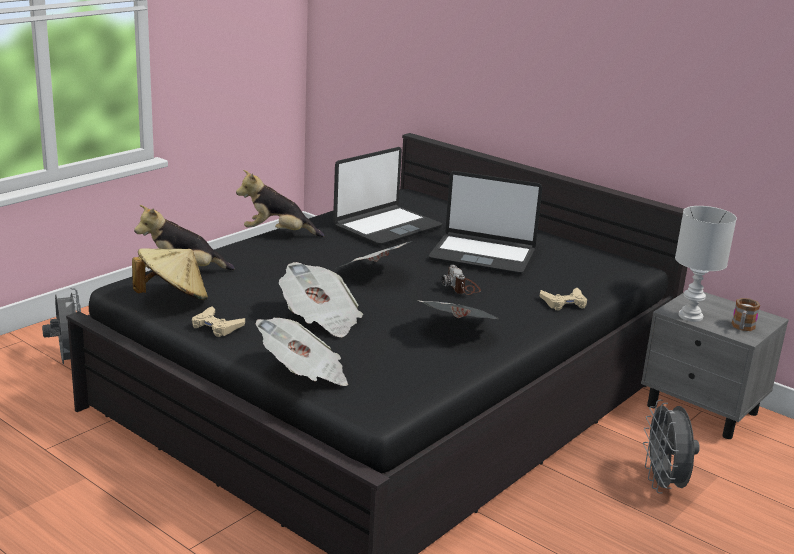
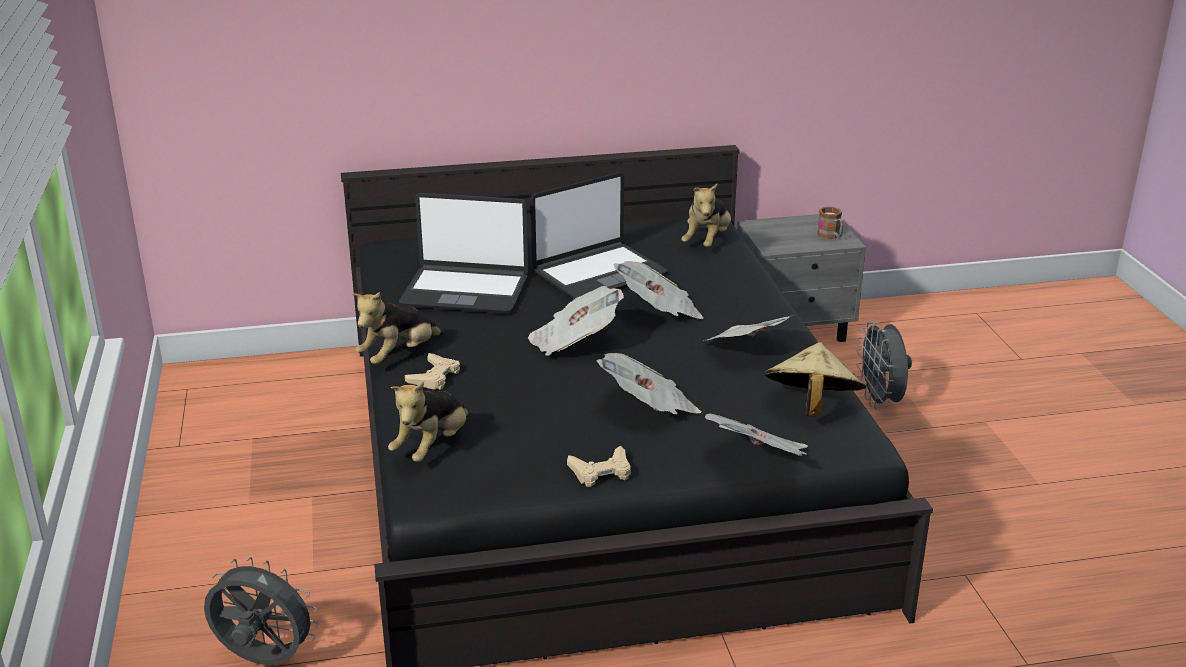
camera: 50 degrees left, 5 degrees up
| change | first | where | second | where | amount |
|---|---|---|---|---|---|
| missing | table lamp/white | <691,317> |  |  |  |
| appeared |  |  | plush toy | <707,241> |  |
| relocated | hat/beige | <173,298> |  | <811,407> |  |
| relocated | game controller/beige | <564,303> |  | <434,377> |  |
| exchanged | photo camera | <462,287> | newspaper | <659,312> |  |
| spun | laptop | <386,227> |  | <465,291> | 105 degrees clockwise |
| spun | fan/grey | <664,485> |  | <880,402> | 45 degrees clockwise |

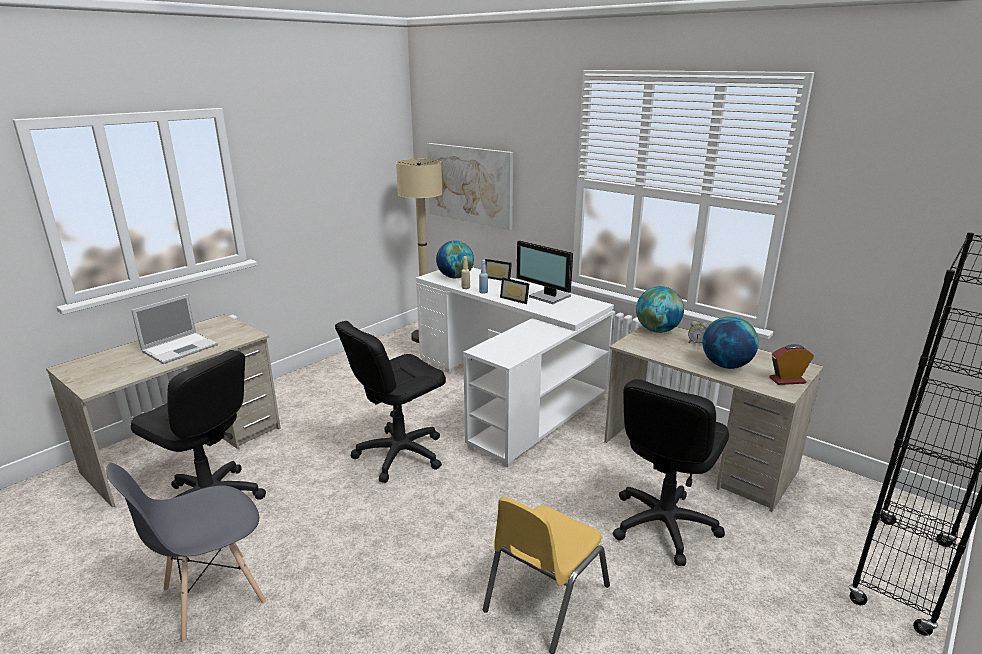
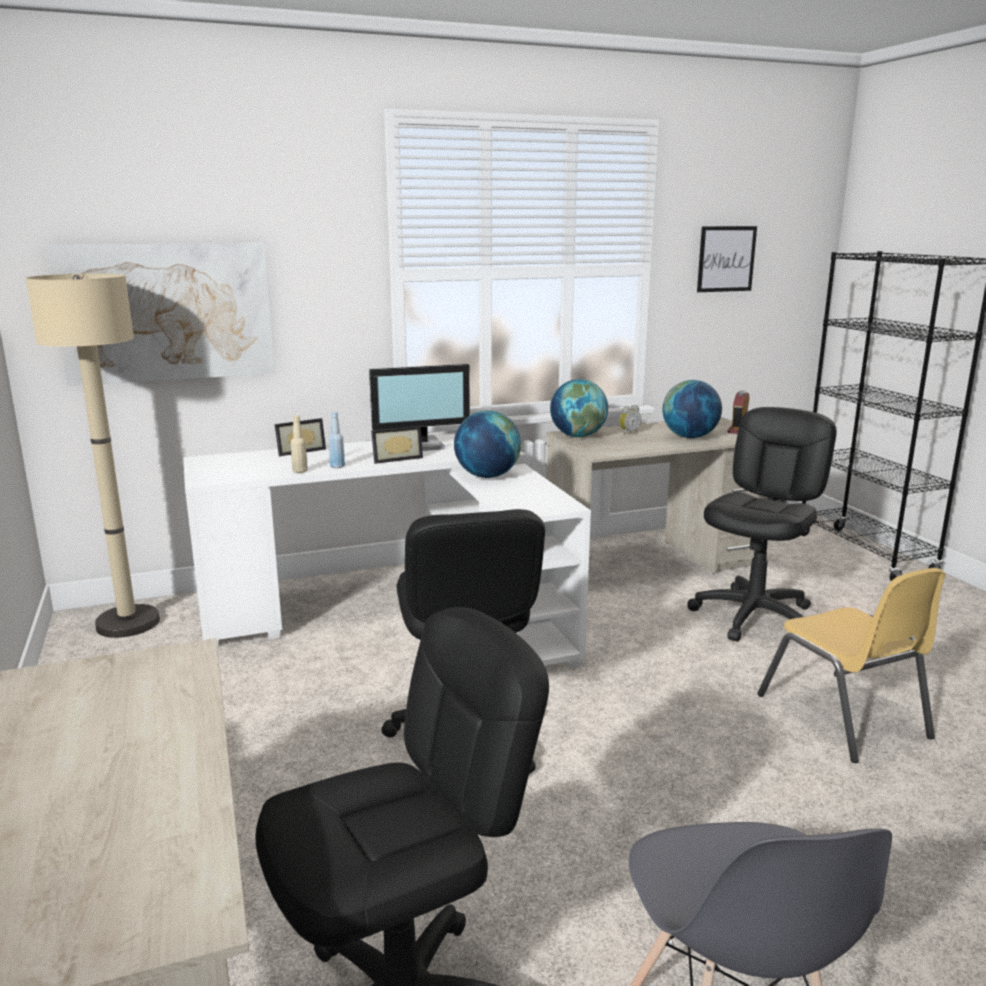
camera: 60 degrees left, 5 degrees down
| change | first | where | second | where | amount |
|---|---|---|---|---|---|
| missing | laptop | <181,348> |  |  |  |
| appeared |  |  | picture | <726,259> |  |
| relocated | globe | <455,277> |  | <487,476> |  |
| spun | office chair/black | <663,525> |  | <754,616> | 120 degrees counterclockwise |

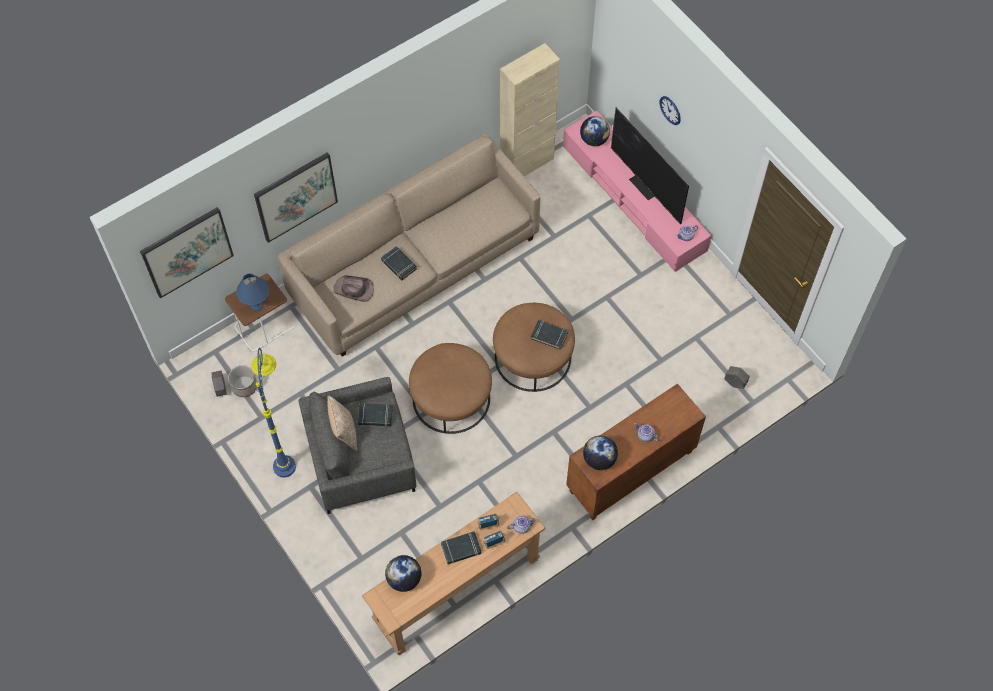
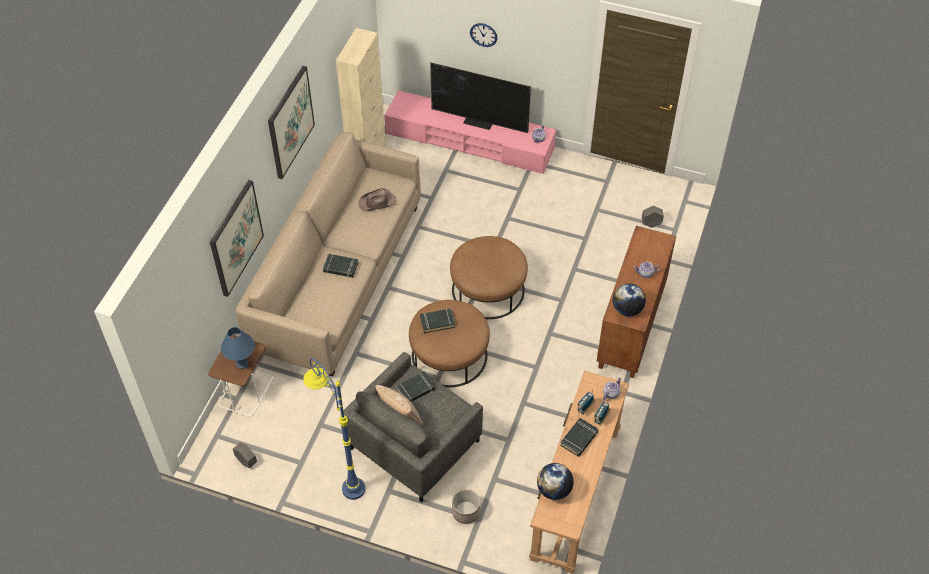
camera: 35 degrees left, 10 degrees down
| change | first | where | second | where | amount |
|---|---|---|---|---|---|
| missing | globe | <594,139> |  |  |  |
| relocated | picture | <187,251> |  | <290,122> |  |
| relocated | planter | <244,386> |  | <466,512> |  |
| relocated | hat/brown | <354,290> |  | <377,202> |  |
| relocated | book/black | <549,335> |  | <437,322> |  |

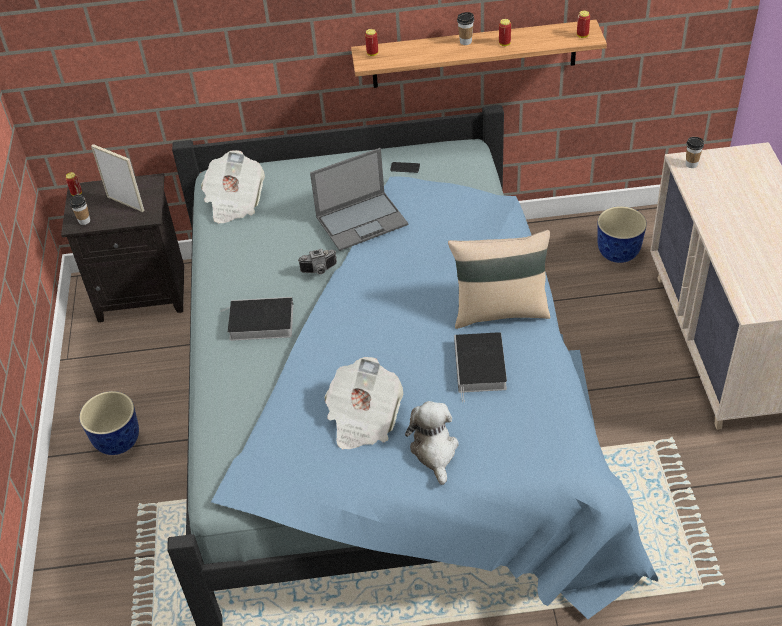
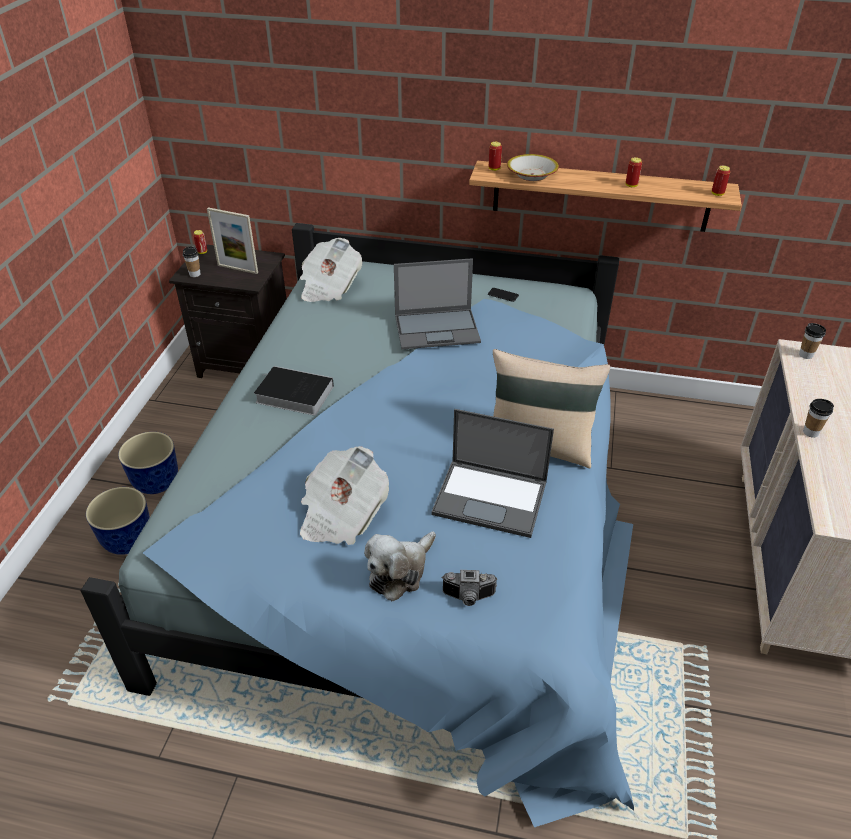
camera: 15 degrees right, 5 degrees down
| change | first | where | second | where | amount |
|---|---|---|---|---|---|
| appeared |  |  | bowl | <531,175> |  |
| relocated | photo camera | <319,270> |  | <468,598> |  |
| relocated | cup | <465,42> |  | <810,432> |  |
| relocated | planter | <618,253> |  | <128,542> |  |
| exchanged | book | <480,367> | laptop | <491,498> |  |
| spun | picture frame | <125,203> |  | <237,269> | 150 degrees clockwise |
| spun | plush toy | <434,451> |  | <400,571> | 150 degrees counterclockwise |

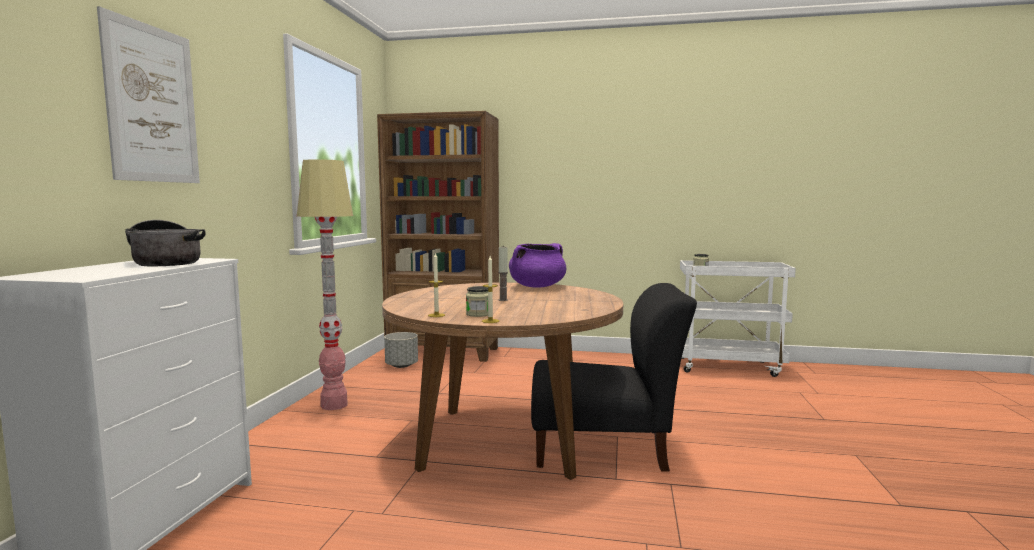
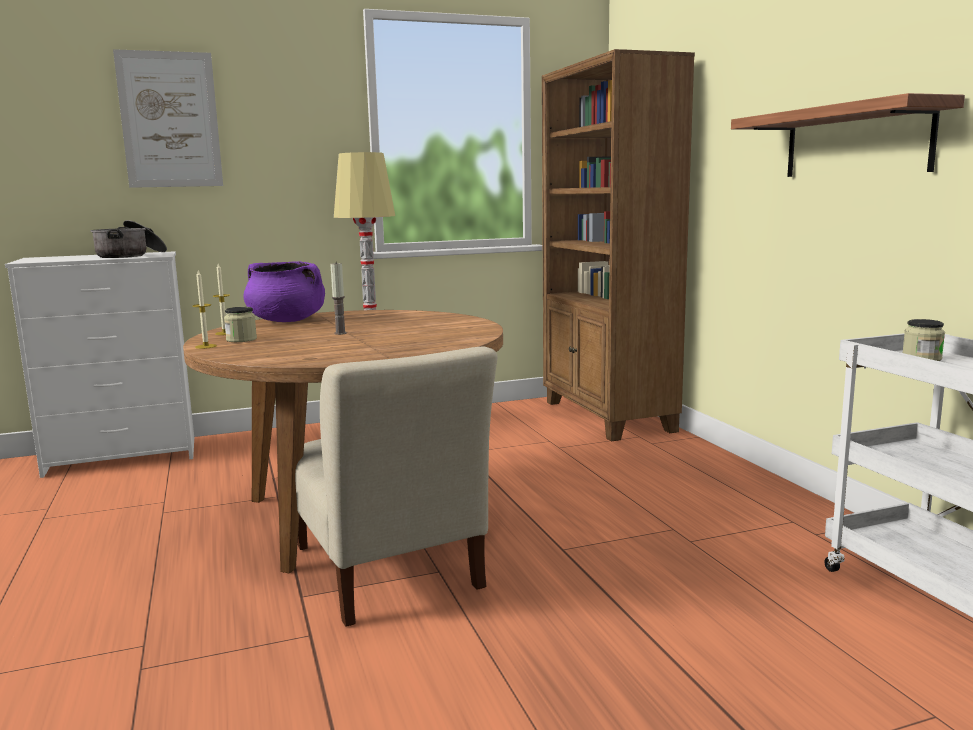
camera: 60 degrees right, 5 degrees up
| change | first | where | second | where | amount |
|---|---|---|---|---|---|
| missing | planter/grey | <401,365> |  |  |  |
| appeared |  |  | shelf | <855,142> |  |
| relocated | cooking pot/purple | <537,286> |  | <287,321> |  |
| colour | chair/black | <605,448> | chair/beige | <388,572> |  |

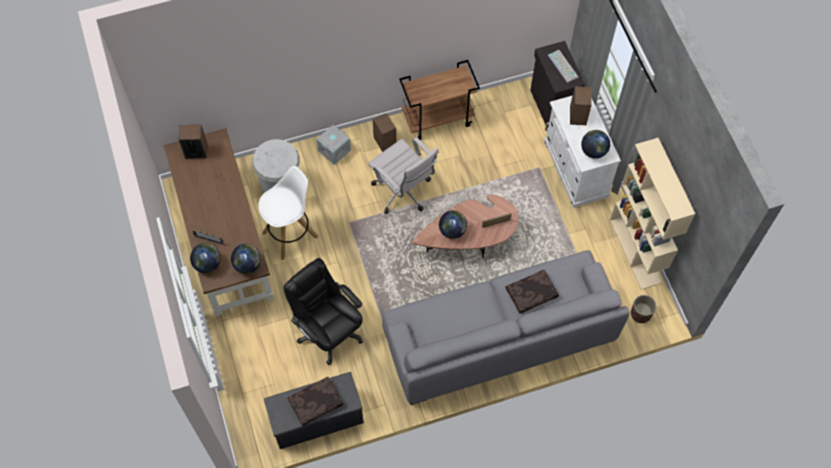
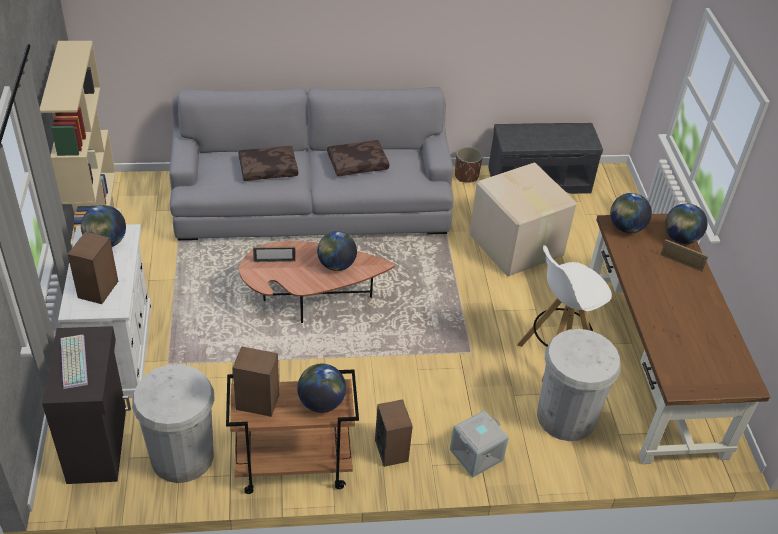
camera: 170 degrees left, 20 degrees down
| change | first | where | second | where | amount |
|---|---|---|---|---|---|
| missing | office chair/white | <403,192> |  |  |  |
| appeared |  |  | trash can/white | <182,456> |  |
| appeared |  |  | globe | <321,402> |  |
| relocated | speaker | <196,151> |  | <257,402> |  |
| relocated | pillow/brown | <315,404> |  | <358,163> |  |
| relocated | planter/brown | <640,314> |  | <466,176> |  |
| exchanged | office chair/black | <328,330> | cardboard box | <515,246> |  |

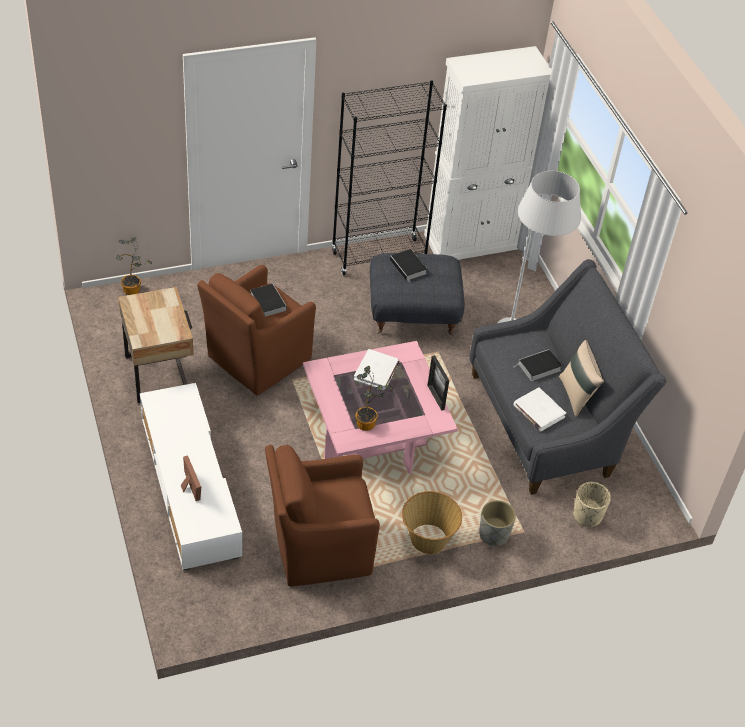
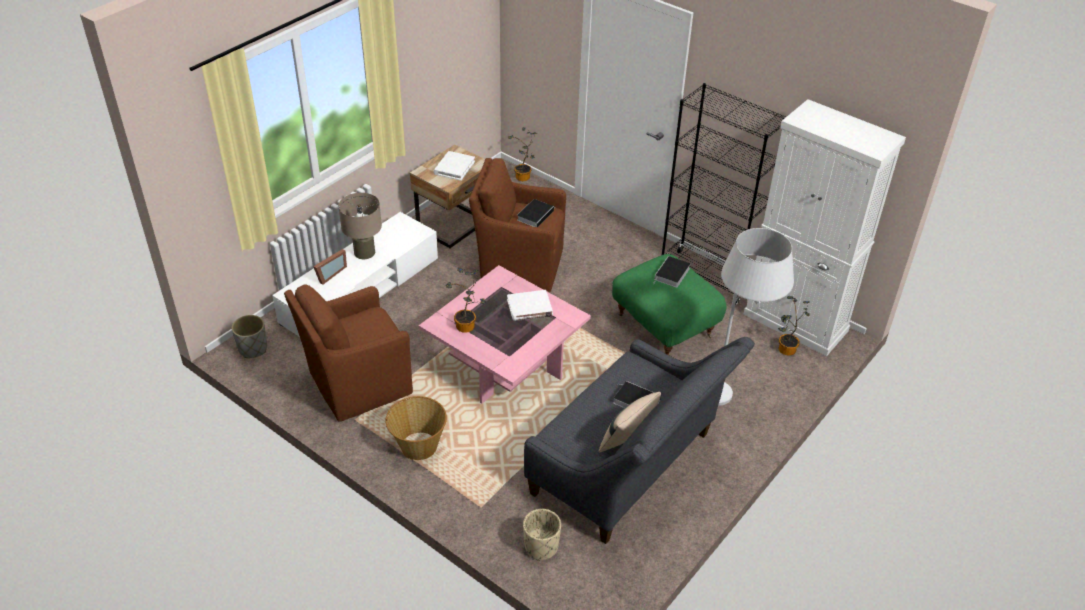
camera: 60 degrees right, 5 degrees down
| change | first | where | second | where | amount |
|---|---|---|---|---|---|
| missing | picture frame | <435,397> |  |  |  |
| appeared |  |  | table lamp/beige | <364,252> |  |
| appeared |  |  | potted plant | <785,350> |  |
| relocated | planter/grey | <494,534> |  | <253,349> |  |
| relocated | book/white | <538,411> |  | <454,167> |  |
| colour | ottoman/grey | <413,313> | ottoman/green | <665,325> |  |
| spun | armchair/brown | <318,547> |  | <357,384> | 75 degrees counterclockwise |

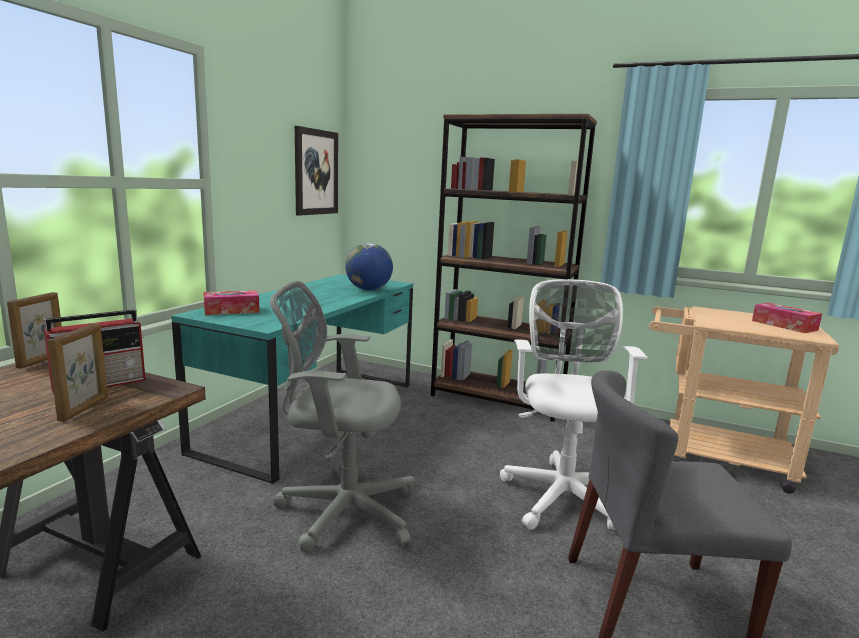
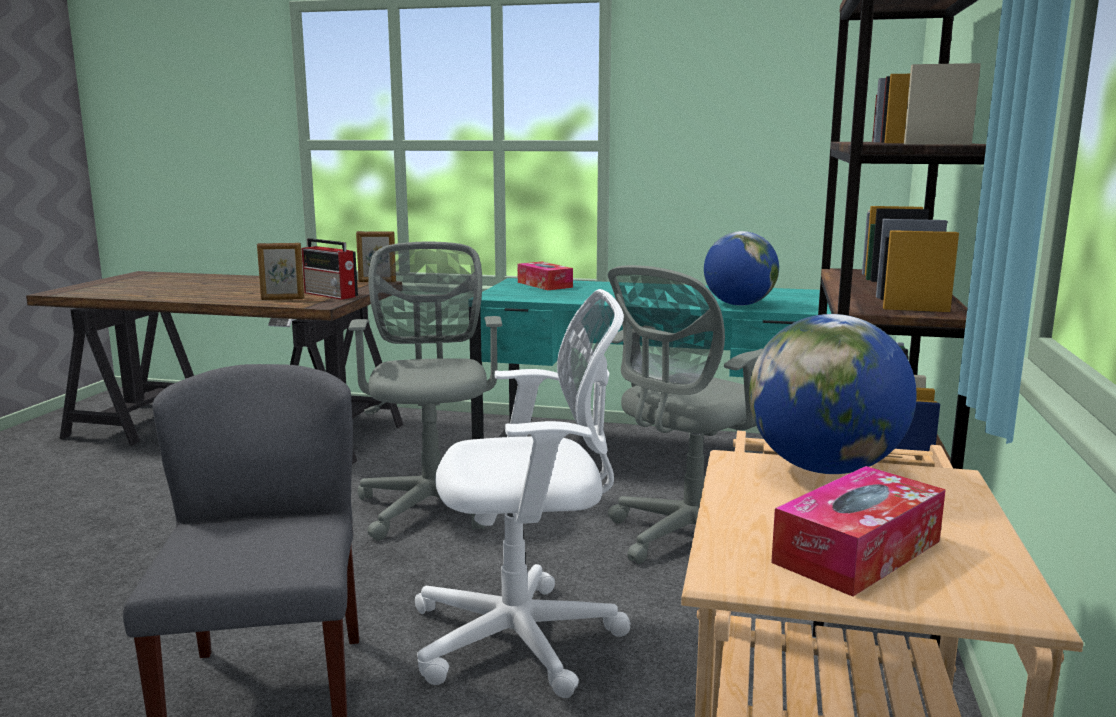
camera: 80 degrees right, 0 degrees up
| change | first | where | second | where | amount |
|---|---|---|---|---|---|
| missing | picture | <316,172> |  |  |  |
| appeared |  |  | office chair/grey | <687,537> |  |
| appeared |  |  | globe | <824,468> |  |

